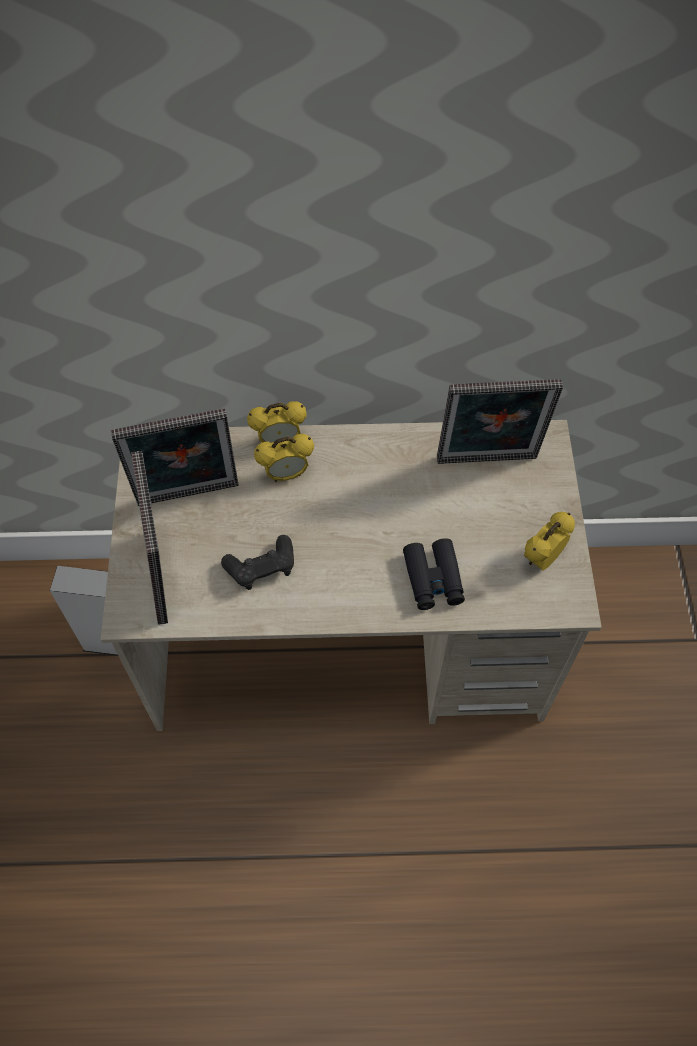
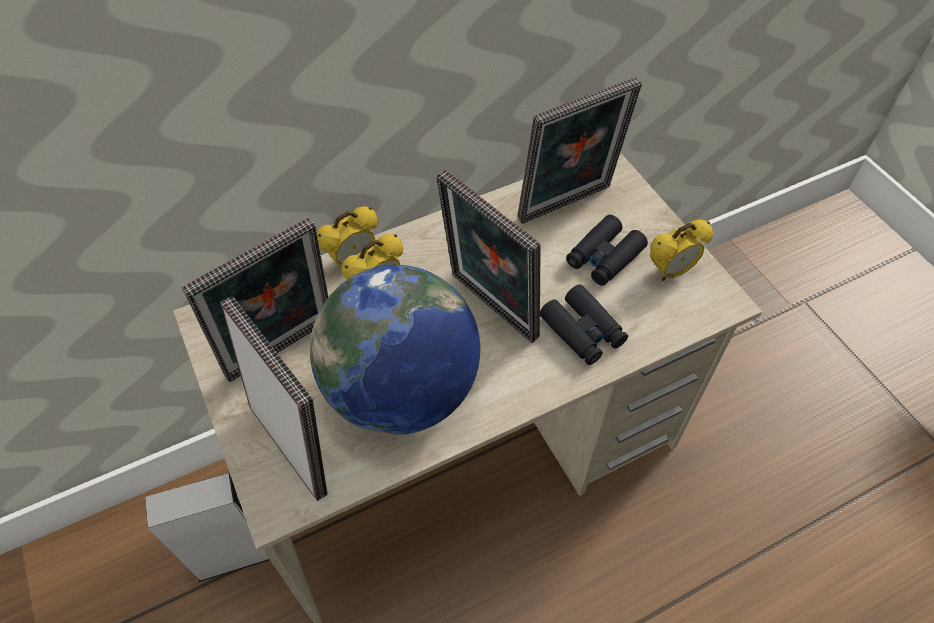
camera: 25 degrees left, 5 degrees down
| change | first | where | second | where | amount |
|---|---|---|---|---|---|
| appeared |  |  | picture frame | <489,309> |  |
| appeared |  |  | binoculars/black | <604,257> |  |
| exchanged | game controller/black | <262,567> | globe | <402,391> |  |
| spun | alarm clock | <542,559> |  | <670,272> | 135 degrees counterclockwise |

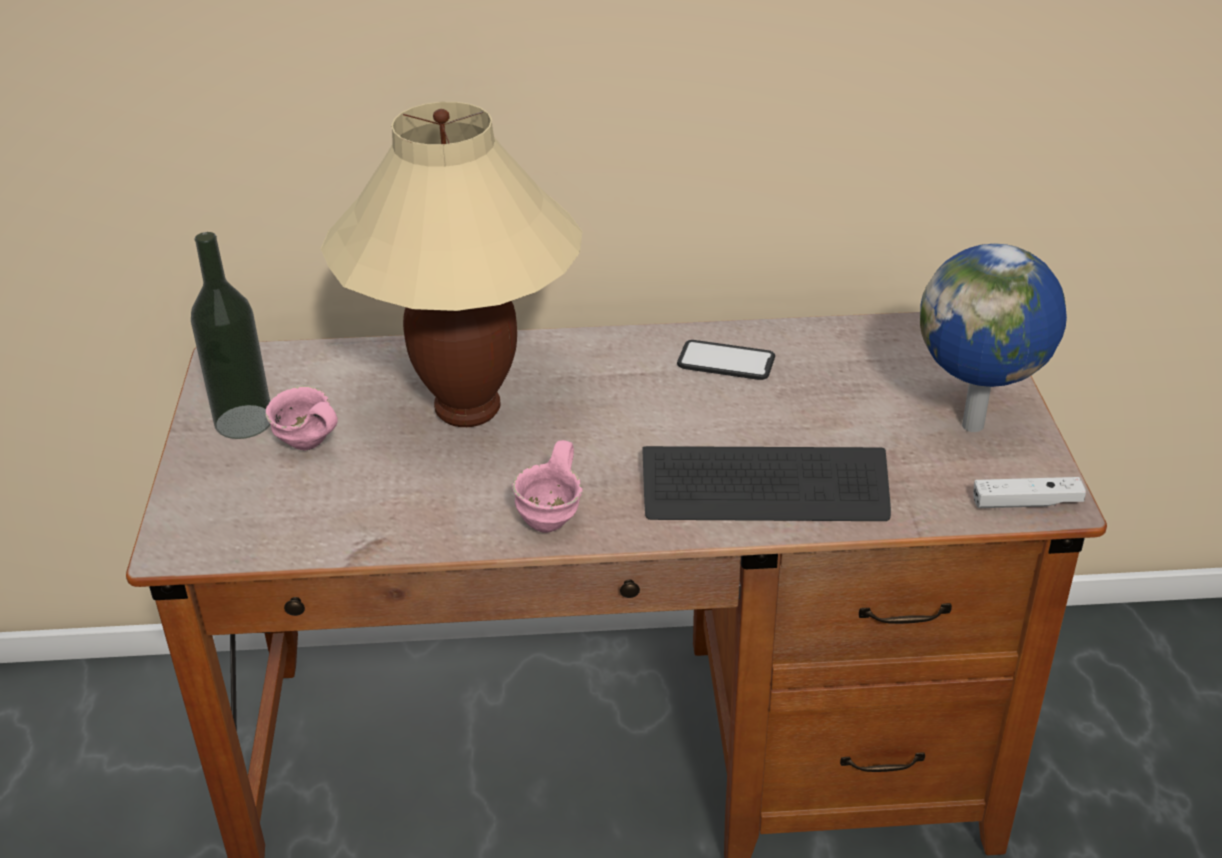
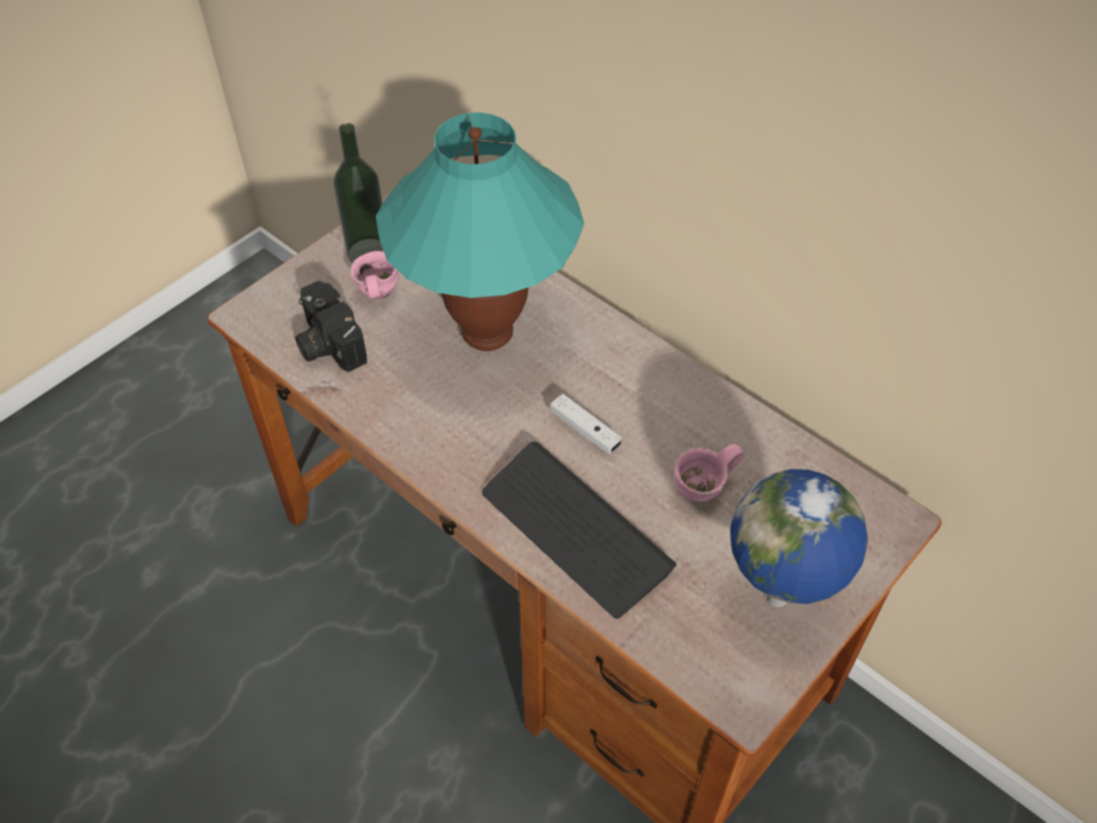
camera: 45 degrees right, 15 degrees up
| change | first | where | second | where | amount |
|---|---|---|---|---|---|
| missing | phone | <726,361> |  |  |  |
| appeared |  |  | photo camera | <326,343> |  |
| relocated | mug/pink | <554,520> |  | <703,492> |  |
| relocated | game controller/white | <1026,502> |  | <585,430> |  |
| colour | table lamp/beige | <467,409> | table lamp/turquoise | <488,333> |  |

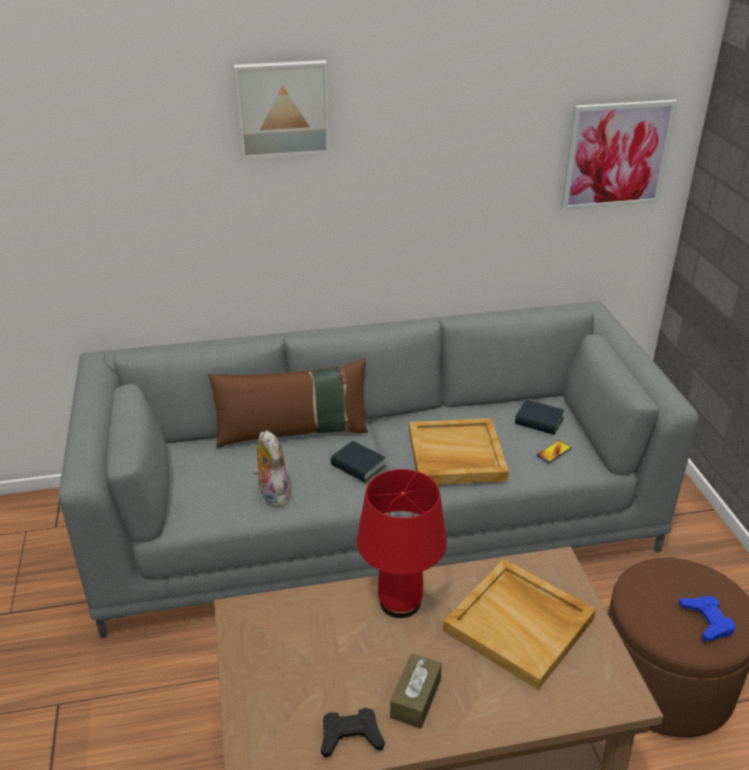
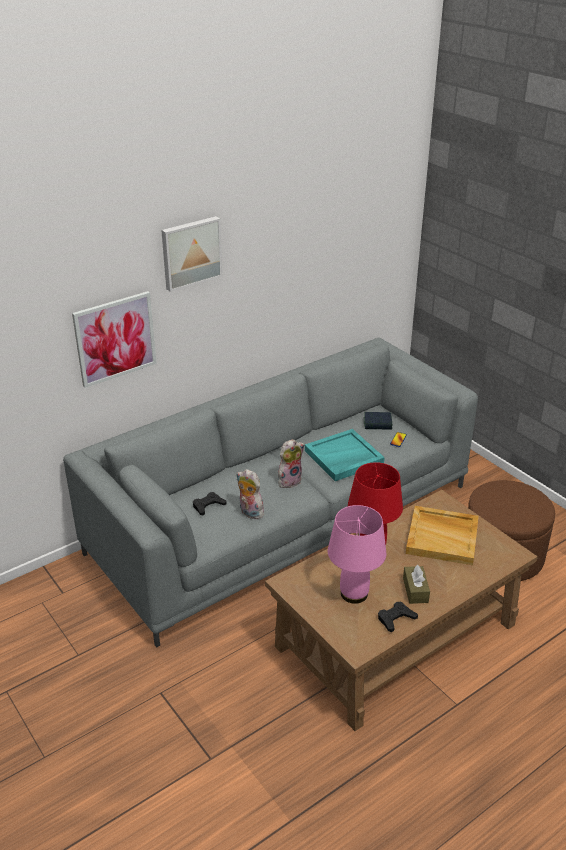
camera: 25 degrees left, 0 degrees up
| change | first | where | second | where | amount |
|---|---|---|---|---|---|
| missing | pillow/brown | <293,432> |  |  |  |
| missing | game controller/blue | <706,621> |  |  |  |
| appeared |  |  | game controller/black | <208,506> |  |
| appeared |  |  | table lamp/pink | <354,593> |  |
| relocated | picture | <616,155> |  | <115,338> |  |
| exchanged | book | <358,466> | plush toy | <289,480> |  |
| colour | tray/beige | <455,455> | tray/turquoise | <343,457> |  |

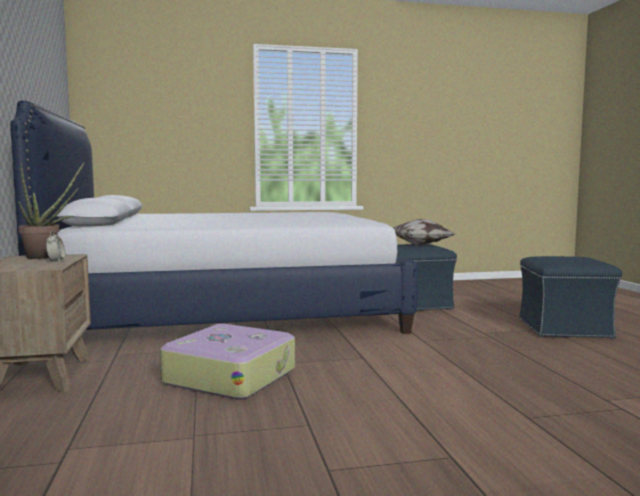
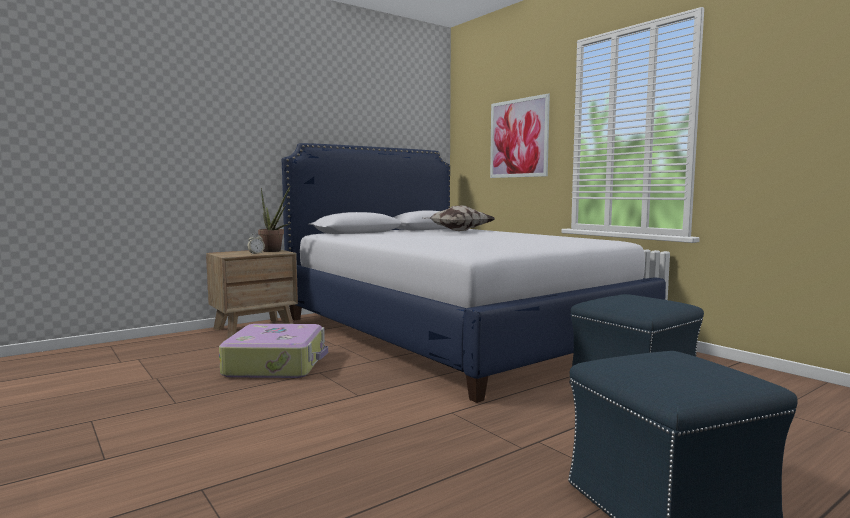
camera: 65 degrees right, 0 degrees up
| change | first | where | second | where | amount |
|---|---|---|---|---|---|
| appeared |  |  | picture | <518,138> |  |
| relocated | pillow | <419,245> |  | <457,231> |  |

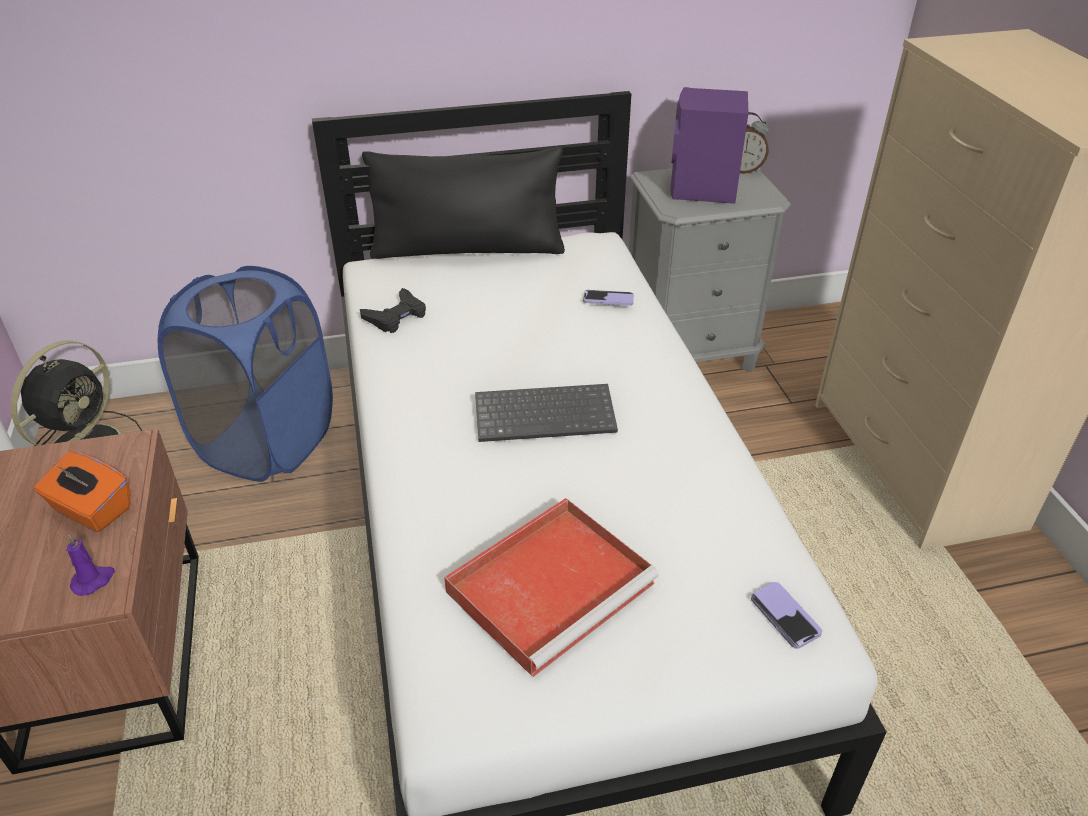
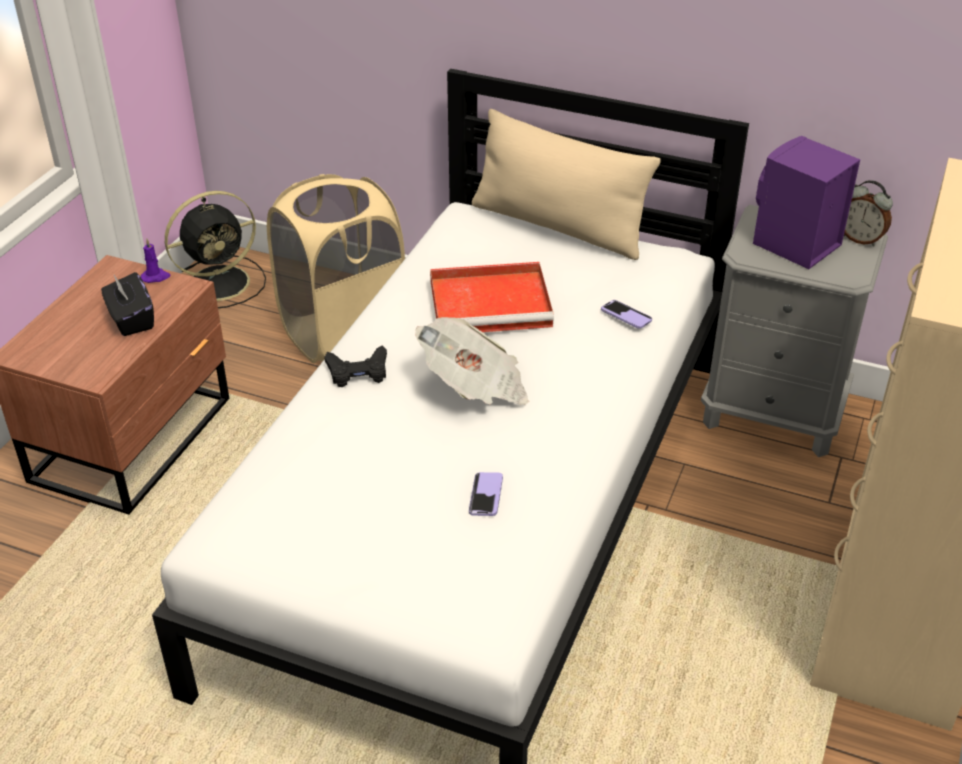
camera: 35 degrees right, 0 degrees up
| change | first | where | second | where | amount |
|---|---|---|---|---|---|
| relocated | candle/purple | <93,580> |  | <156,277> |  |
| relocated | game controller/black | <396,316> |  | <358,372> |  |
| relocated | tray/red | <552,584> |  | <493,303> |  |
| relocated | phone | <785,616> |  | <486,495> |  |
| exchanged | keyboard | <546,414> | newspaper | <475,387> |  |
| colour | tissue box/orange | <91,510> | tissue box/black | <131,320> |  |
| colour | laundry basket/blue | <268,442> | laundry basket/beige | <343,334> |  |
| colour | pillow/black | <468,249> | pillow/beige | <558,226> |  |

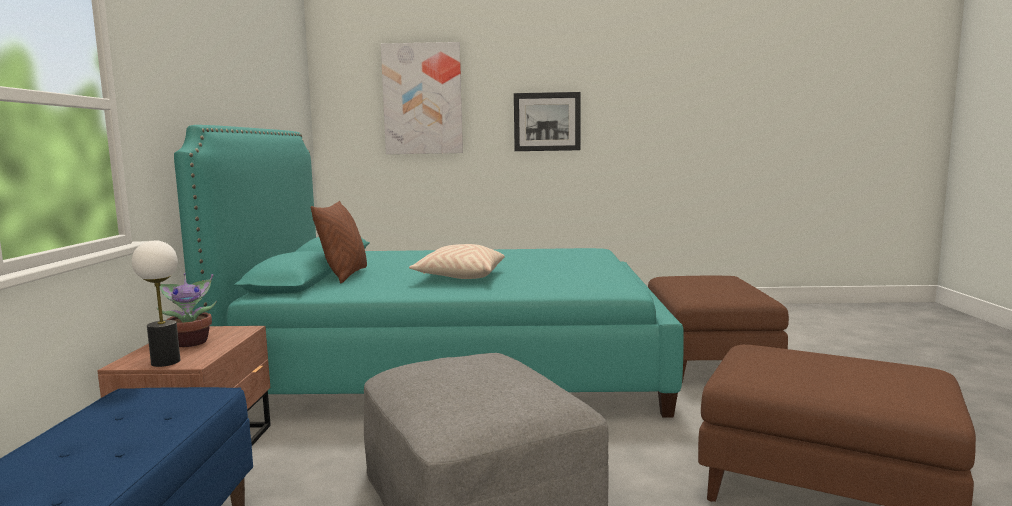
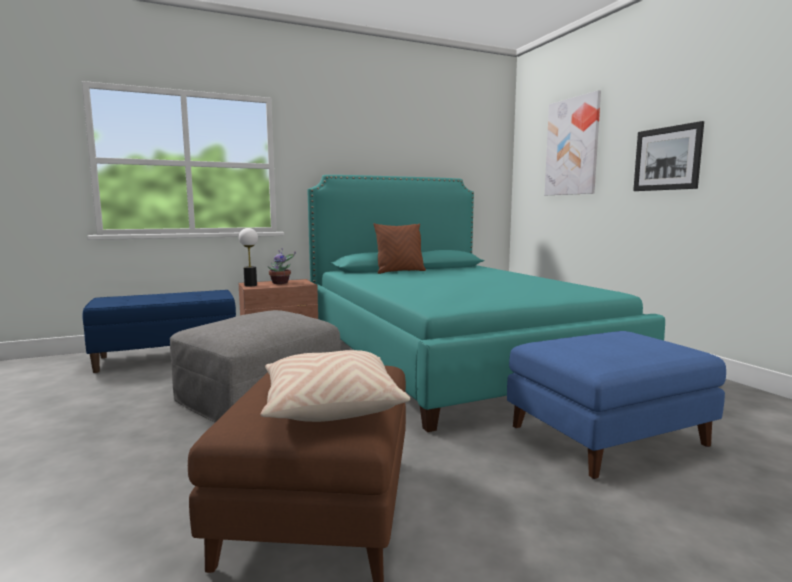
camera: 65 degrees right, 0 degrees up
| change | first | where | second | where | amount |
|---|---|---|---|---|---|
| relocated | pillow/beige | <459,277> |  | <330,406> |  |
| colour | ottoman/brown | <707,361> | ottoman/blue | <607,436> |  |

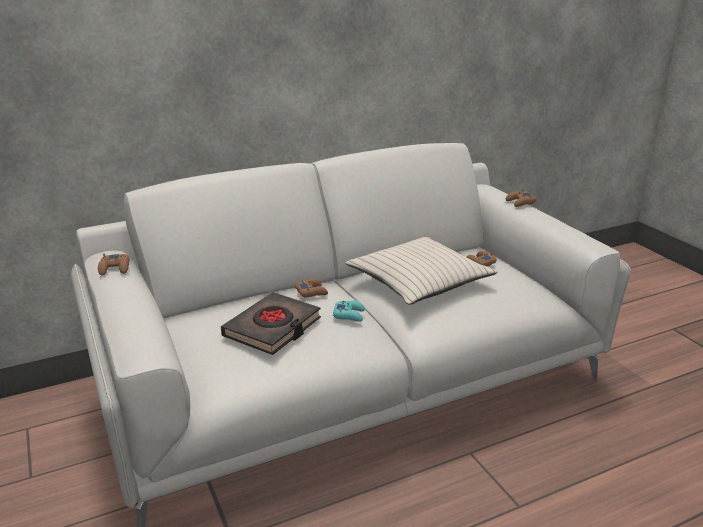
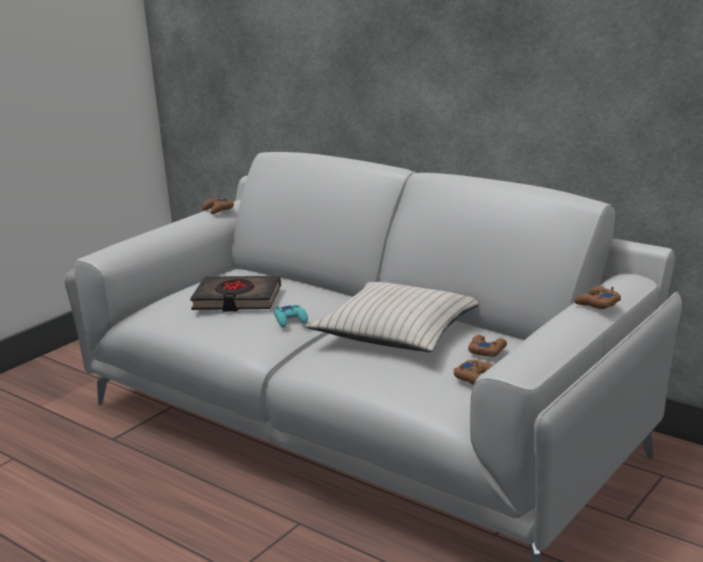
camera: 65 degrees right, 5 degrees down
| change | first | where | second | where | amount |
|---|---|---|---|---|---|
| relocated | game controller/brown | <311,292> |  | <476,378> |  |

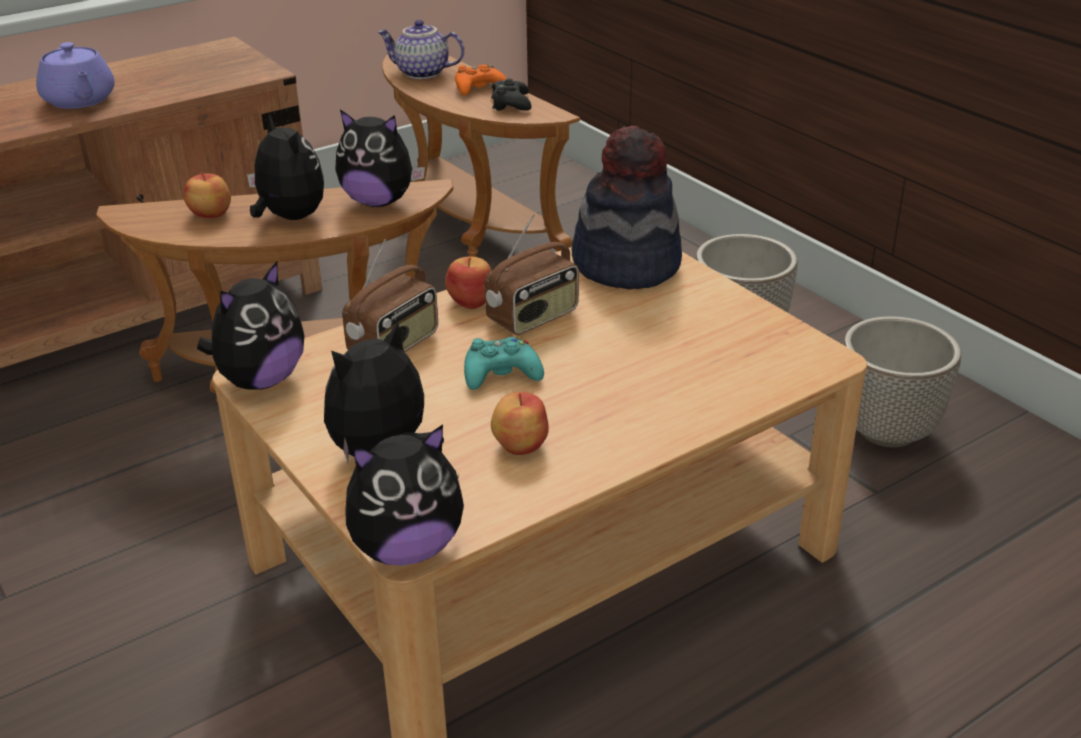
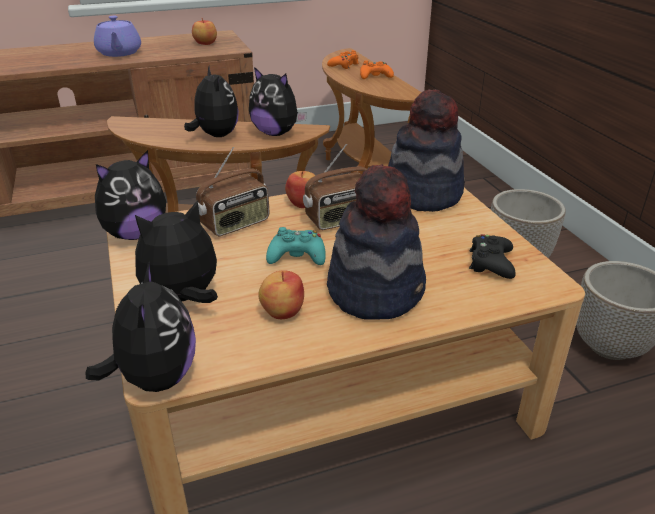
camera: 15 degrees right, 0 degrees up
| change | first | where | second | where | amount |
|---|---|---|---|---|---|
| appeared |  |  | hat | <376,290> |  |
| relocated | apple | <210,214> |  | <205,43> |  |
| relocated | game controller/black | <511,104> |  | <491,263> |  |
| exchanged | teapot | <421,73> | game controller/orange | <344,65> |  |
| spun | plush toy | <406,548> |  | <155,378> | 90 degrees counterclockwise |

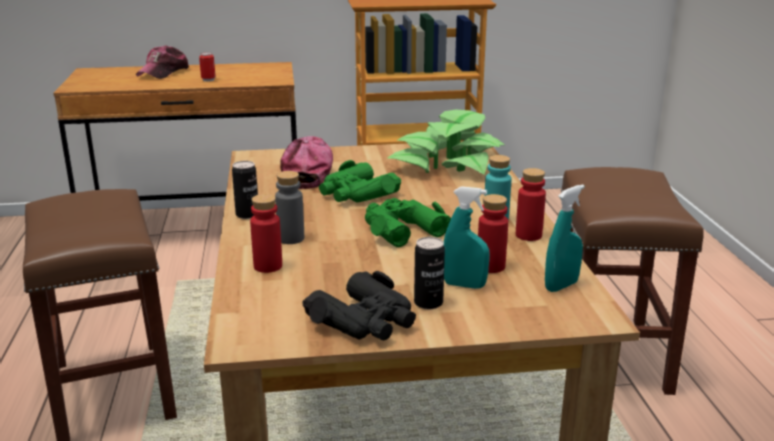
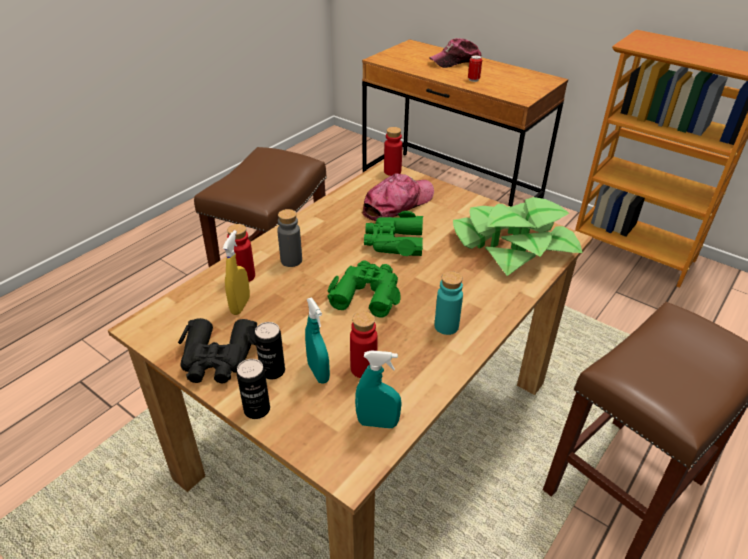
camera: 45 degrees right, 15 degrees up
| change | first | where | second | where | amount |
|---|---|---|---|---|---|
| appeared |  |  | spray bottle/yellow | <240,305> |  |
| relocated | can | <247,215> |  | <257,409> |  |
| relocated | bottle/red | <528,235> |  | <392,171> |  |

